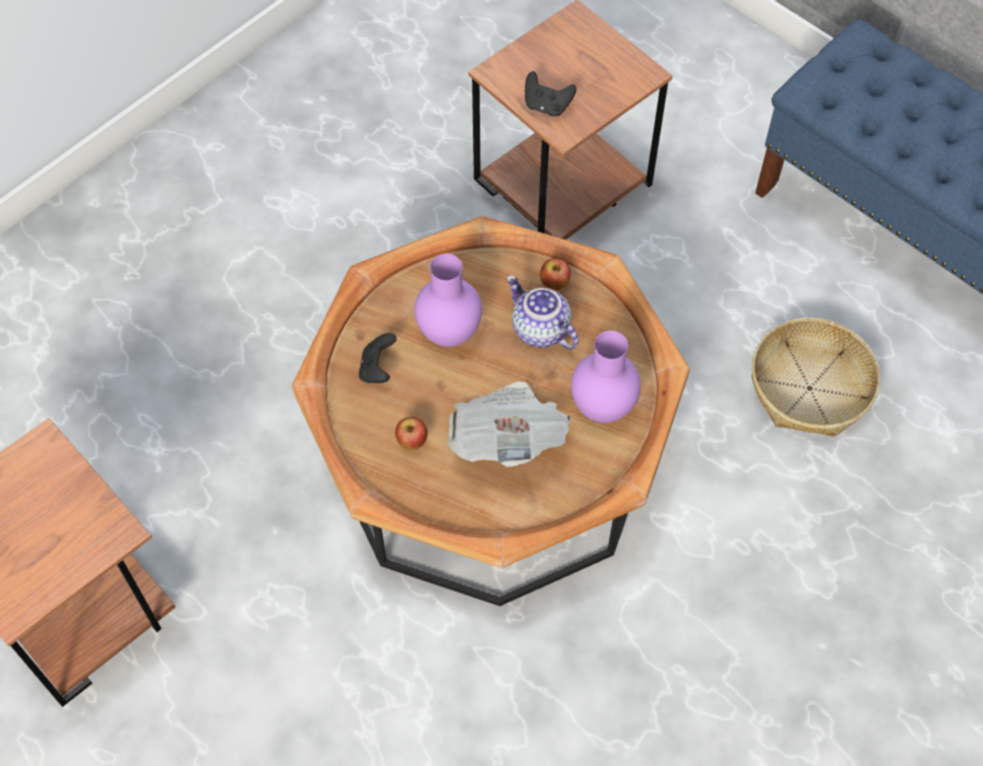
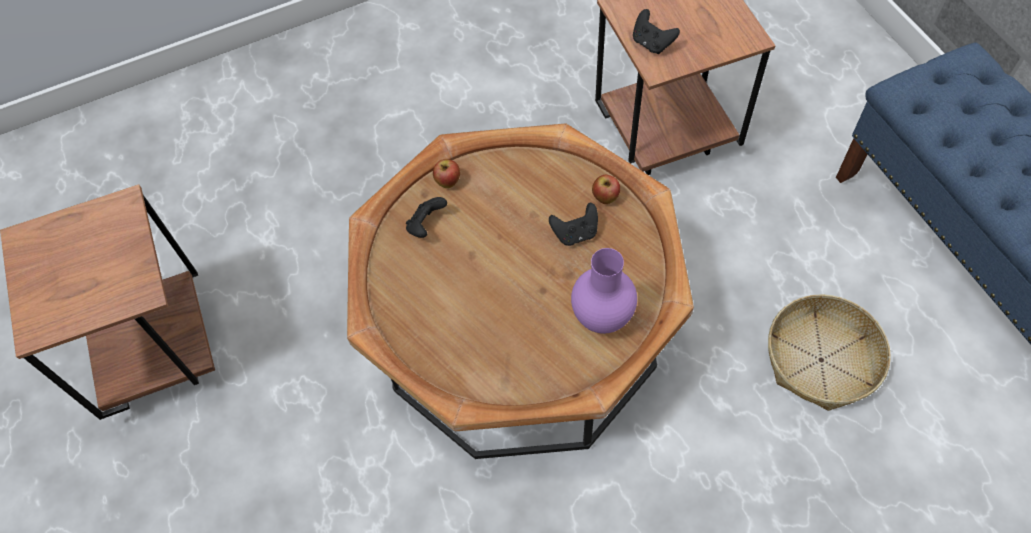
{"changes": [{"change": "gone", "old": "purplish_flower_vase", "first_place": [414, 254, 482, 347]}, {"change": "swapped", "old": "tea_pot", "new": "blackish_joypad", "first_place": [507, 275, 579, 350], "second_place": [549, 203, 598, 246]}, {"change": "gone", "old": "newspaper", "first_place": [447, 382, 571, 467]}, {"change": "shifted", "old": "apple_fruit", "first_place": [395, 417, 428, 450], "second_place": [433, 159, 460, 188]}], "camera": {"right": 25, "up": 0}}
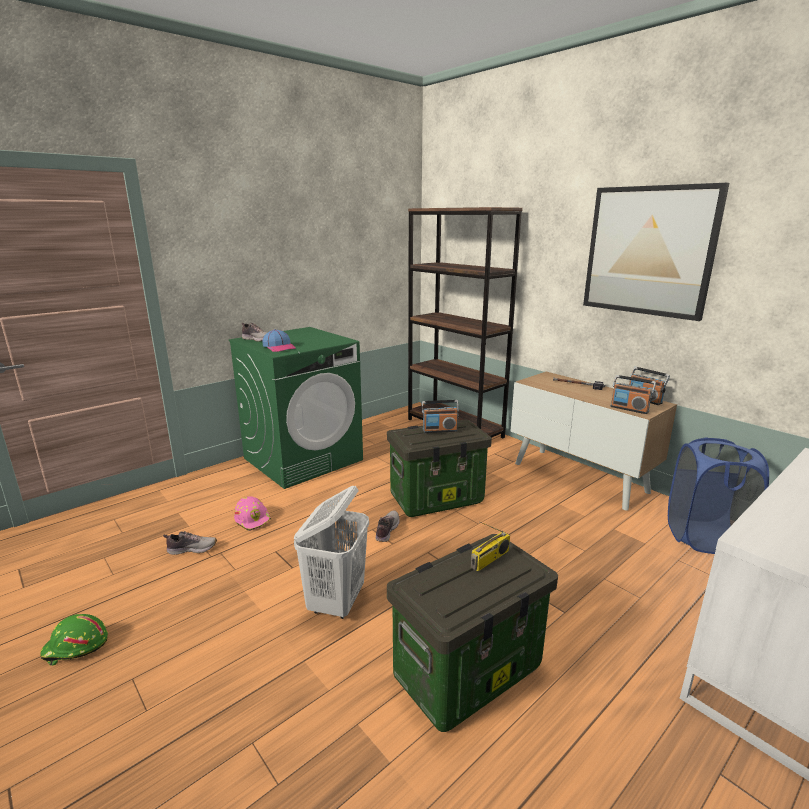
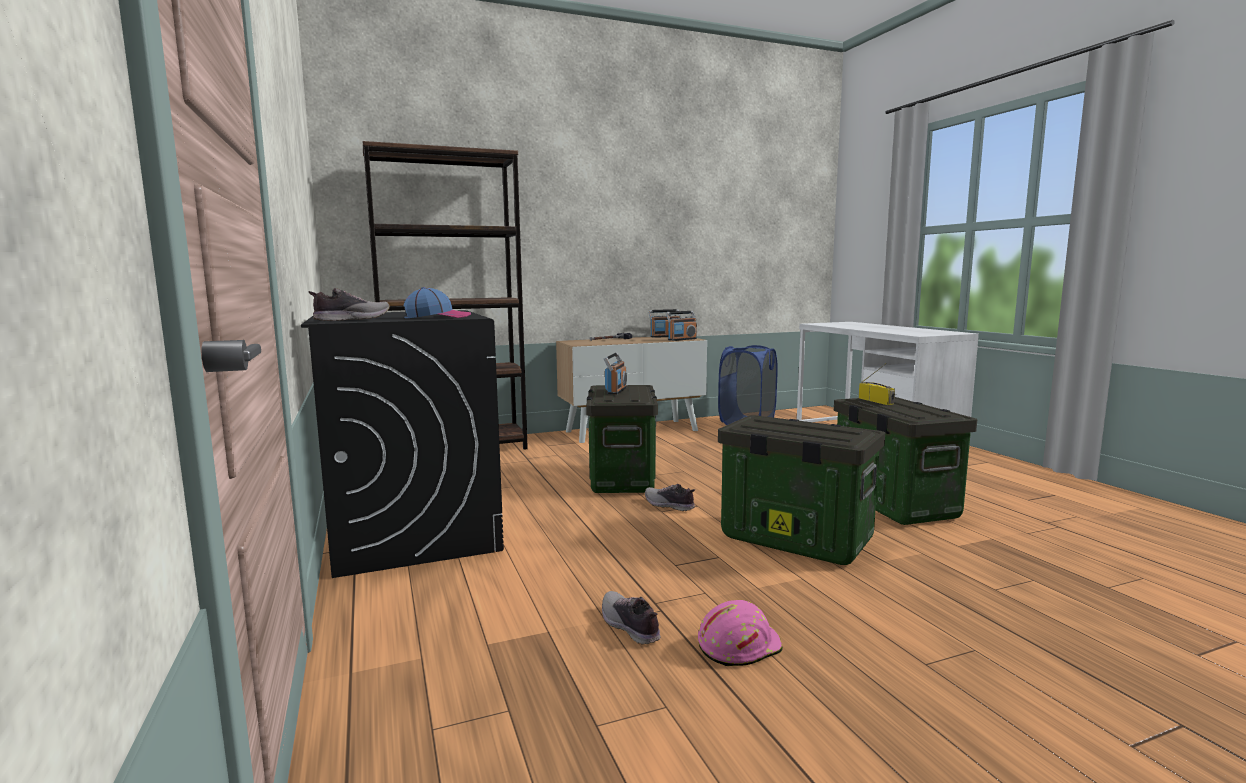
{"changes": [{"change": "gone", "old": "wall_picture", "first_place": [583, 183, 729, 321]}, {"change": "repainted", "old": "green-coloured_laundry_machine", "new": "blackish_laundry_machine", "first_place": [229, 327, 363, 489], "second_place": [301, 310, 504, 578]}, {"change": "swapped", "old": "white-coloured_laundry_basket", "new": "storage_bin", "first_place": [294, 486, 369, 619], "second_place": [718, 415, 885, 565]}, {"change": "shifted", "old": "pink-coloured_safety_helmet", "first_place": [234, 496, 271, 531], "second_place": [698, 600, 783, 666]}, {"change": "rotated", "old": "low_shoe", "first_place": [163, 531, 217, 555], "second_place": [602, 591, 660, 645], "degrees": -45}, {"change": "gone", "old": "green-coloured_safety_helmet", "first_place": [40, 614, 108, 666]}], "camera": {"right": -70, "up": -10}}
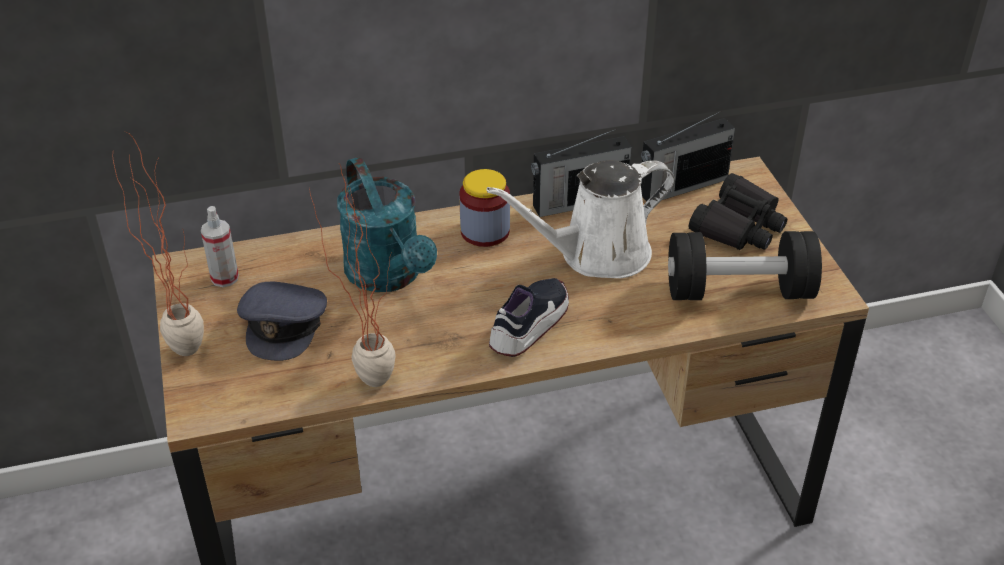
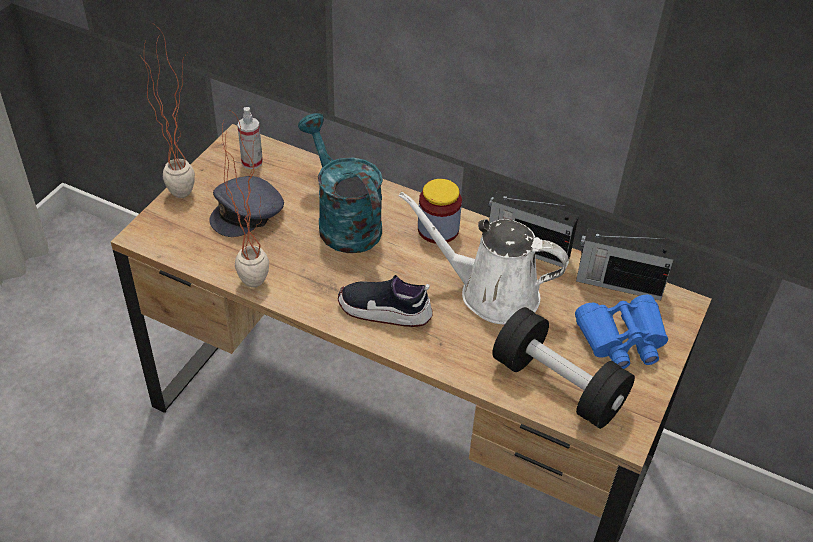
{"changes": [{"change": "rotated", "old": "turquoise_watering_can", "first_place": [337, 157, 437, 292], "second_place": [298, 113, 383, 253], "degrees": 135}, {"change": "repainted", "old": "blackish_pair_of_binoculars", "new": "blue_pair_of_binoculars", "first_place": [689, 173, 787, 250], "second_place": [575, 295, 668, 369]}, {"change": "rotated", "old": "low_shoe", "first_place": [489, 278, 569, 357], "second_place": [338, 275, 433, 327], "degrees": -150}], "camera": {"right": 40, "up": 5}}
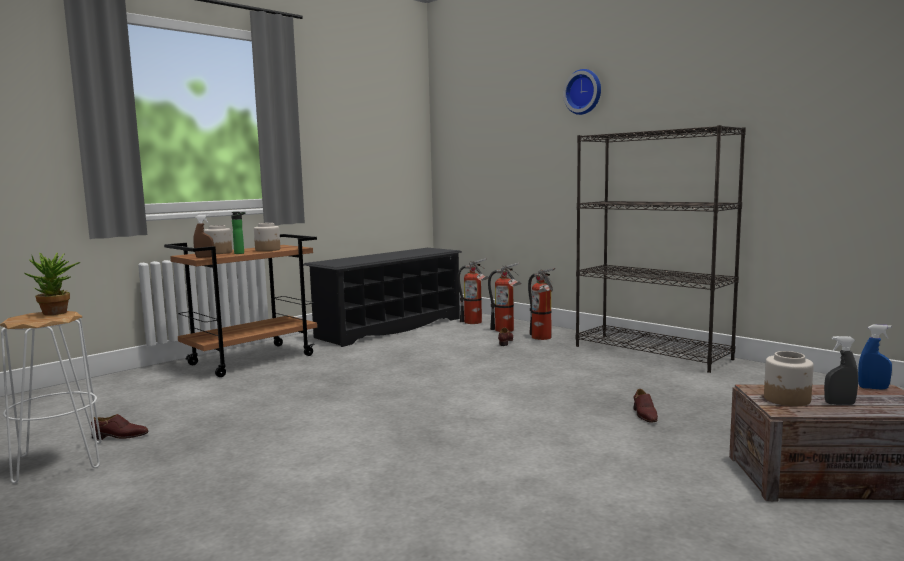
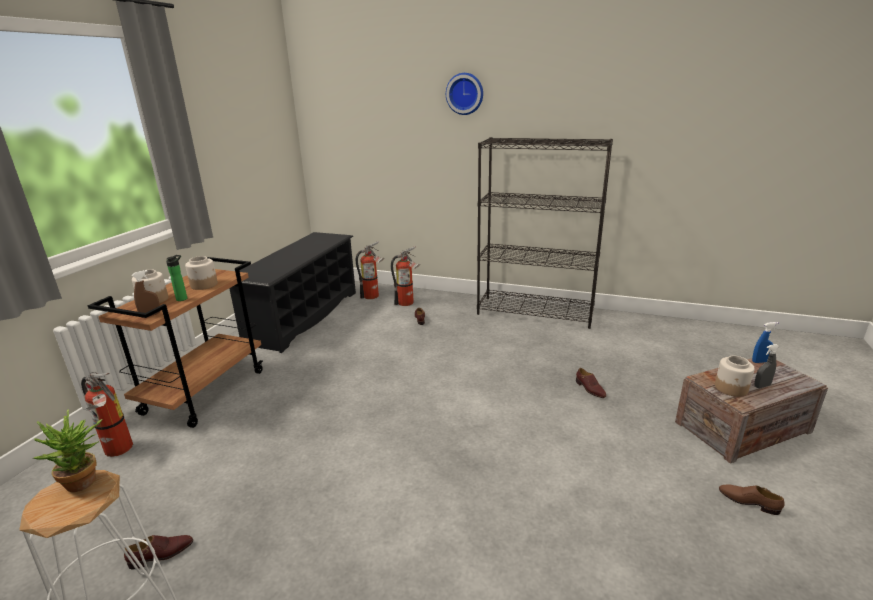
{"changes": [{"change": "shifted", "old": "fire_extinguisher", "first_place": [528, 268, 556, 340], "second_place": [81, 372, 133, 457]}, {"change": "new", "new": "brownish_low_shoe", "second_place": [719, 484, 784, 515]}], "camera": {"right": -25, "up": 15}}
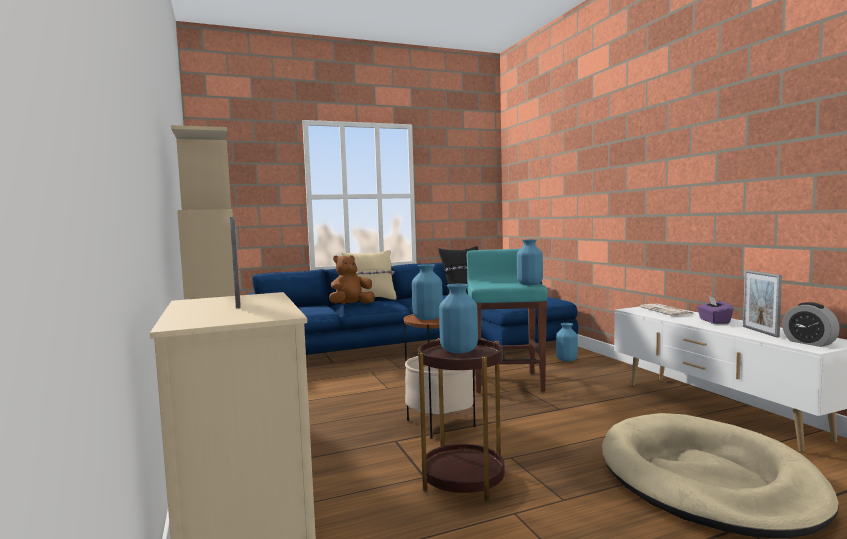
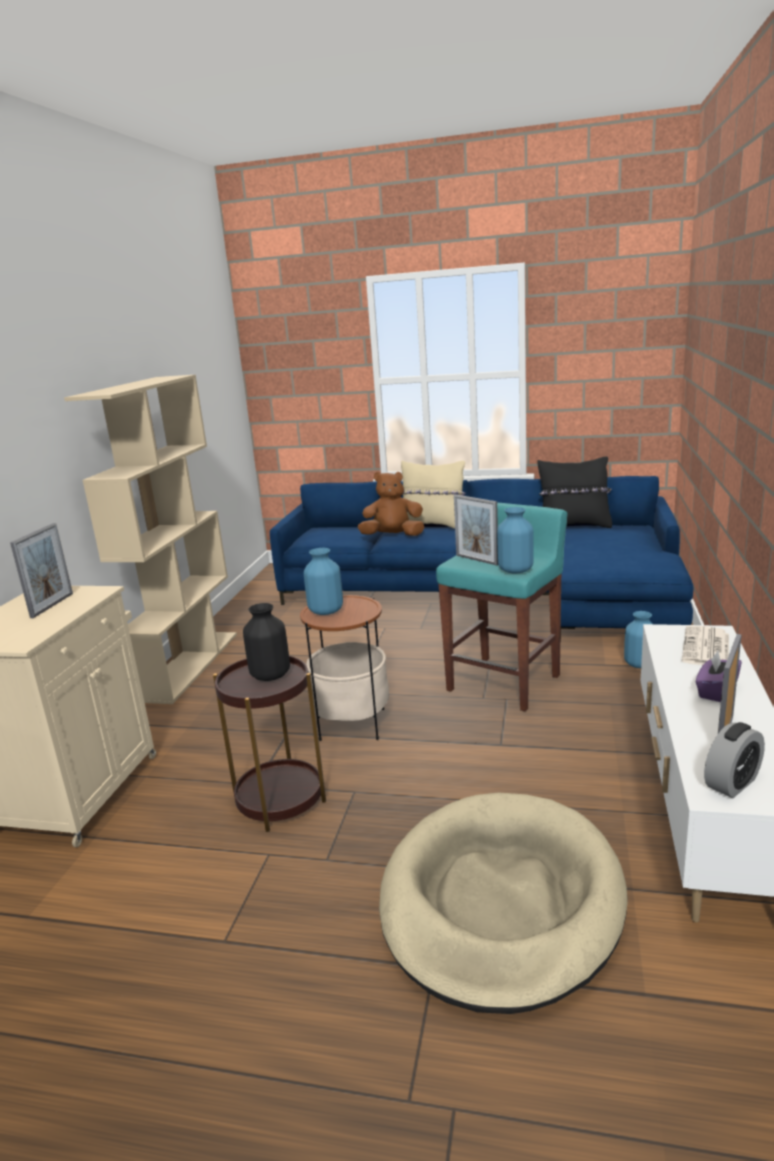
{"changes": [{"change": "repainted", "old": "blue_flower_vase", "new": "blackish_flower_vase", "first_place": [439, 284, 478, 353], "second_place": [243, 603, 290, 681]}, {"change": "rotated", "old": "table_clock", "first_place": [782, 302, 840, 347], "second_place": [704, 722, 765, 798], "degrees": -135}, {"change": "new", "new": "standing_frame", "second_place": [454, 495, 498, 565]}], "camera": {"right": 35, "up": 15}}
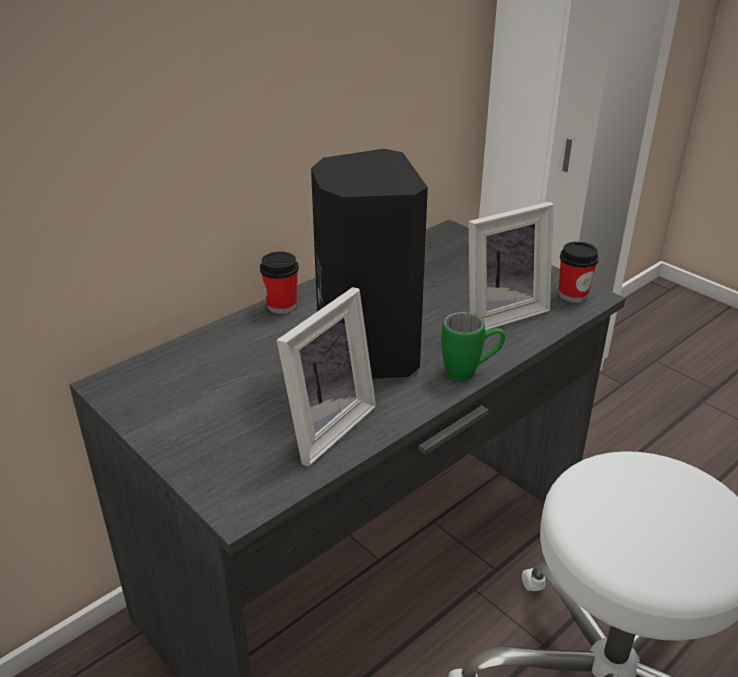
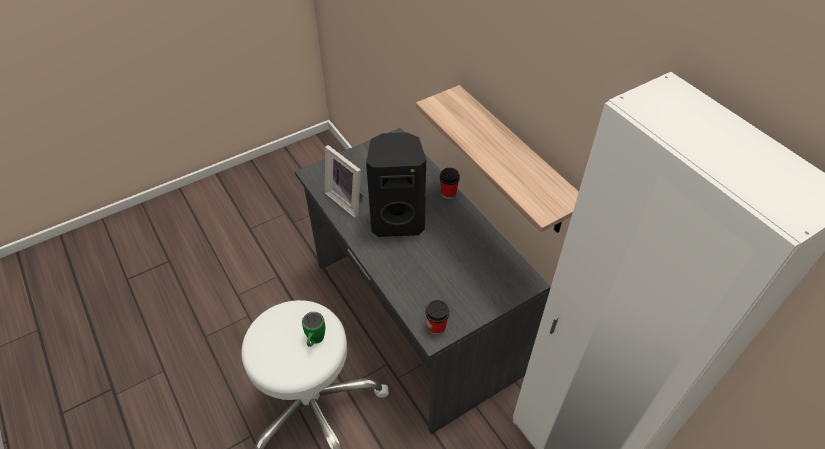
{"changes": [{"change": "gone", "old": "standing_frame", "first_place": [469, 202, 554, 330]}, {"change": "shifted", "old": "green-coloured_tea_mug", "first_place": [441, 312, 505, 381], "second_place": [302, 312, 325, 347]}, {"change": "new", "new": "wall_shelf", "second_place": [416, 85, 579, 233]}], "camera": {"right": 100, "up": 15}}
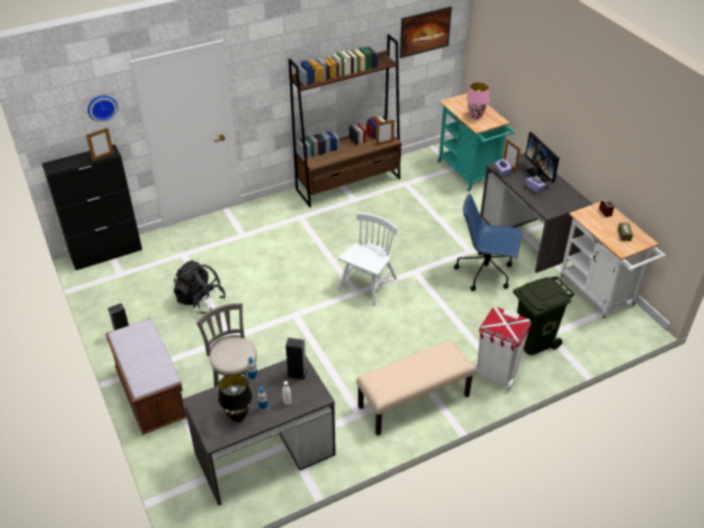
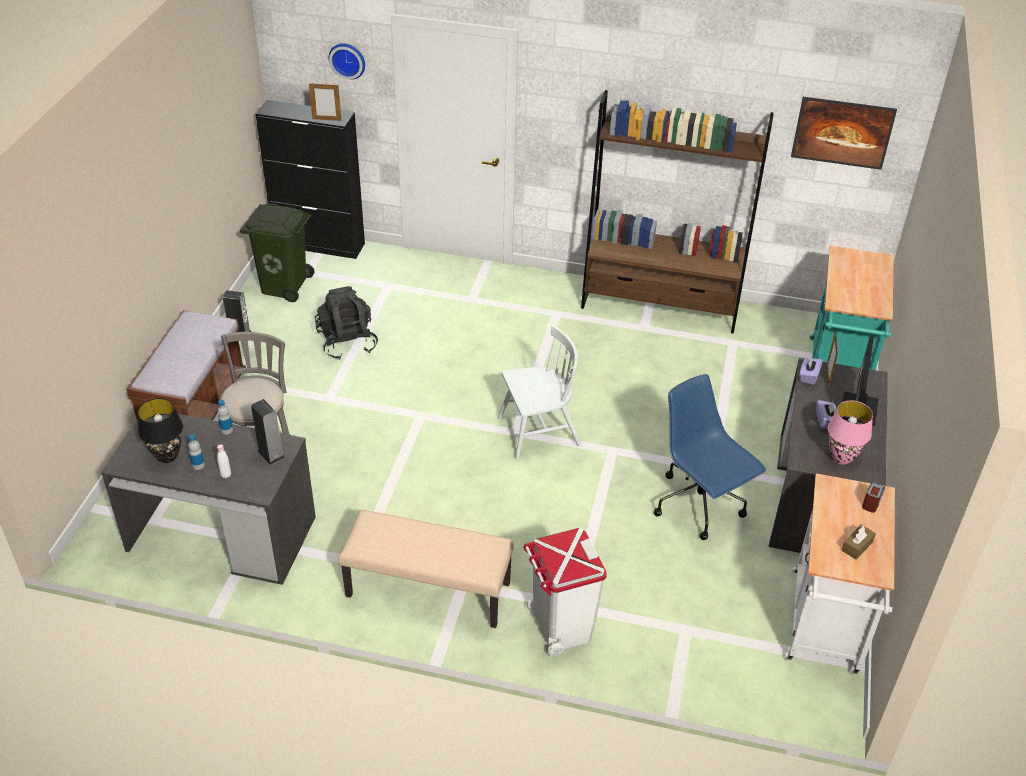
{"changes": [{"change": "shifted", "old": "pink-coloured_lamp_for_a_table", "first_place": [466, 82, 490, 119], "second_place": [828, 400, 873, 465]}, {"change": "gone", "old": "standing_frame", "first_place": [376, 119, 395, 145]}, {"change": "shifted", "old": "green-coloured_trash_can", "first_place": [513, 276, 575, 355], "second_place": [240, 203, 315, 302]}], "camera": {"right": 40, "up": 0}}
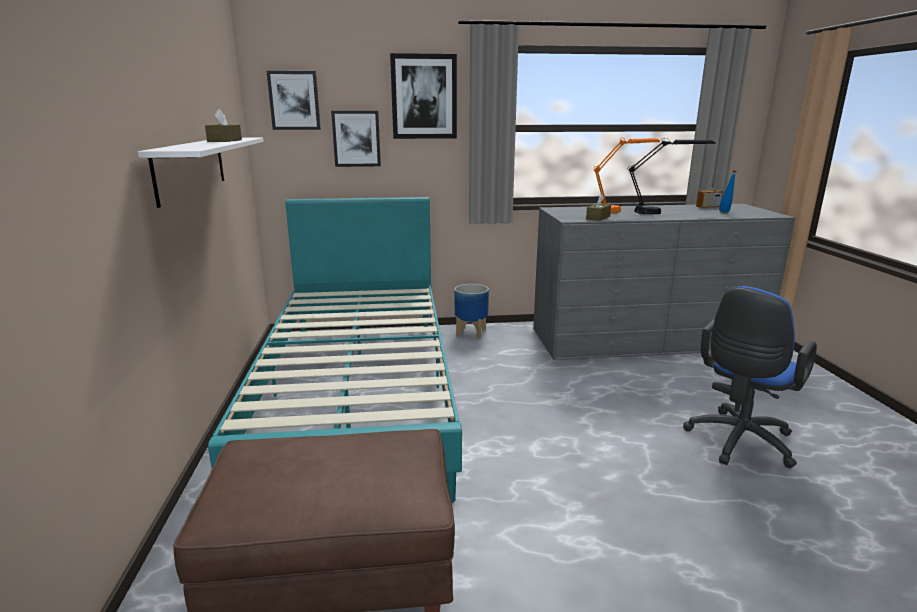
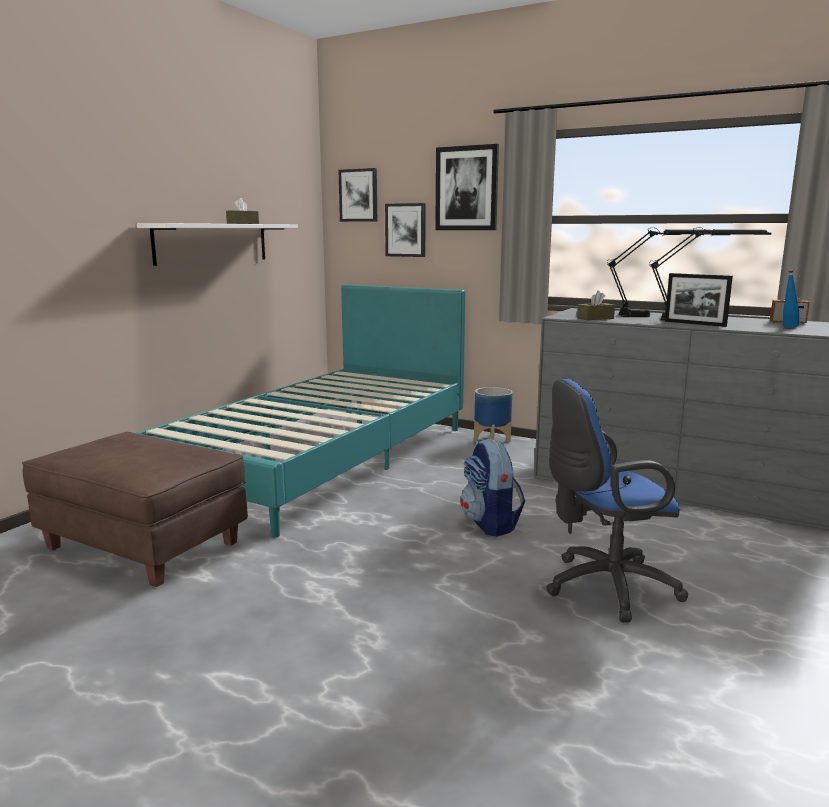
{"changes": [{"change": "repainted", "old": "orange_lamp_for_a_table", "new": "blackish_lamp_for_a_table", "first_place": [594, 138, 660, 213], "second_place": [607, 228, 712, 317]}, {"change": "new", "new": "standing_frame", "second_place": [665, 273, 733, 327]}, {"change": "new", "new": "rucksack", "second_place": [460, 439, 525, 537]}], "camera": {"right": 35, "up": -5}}
